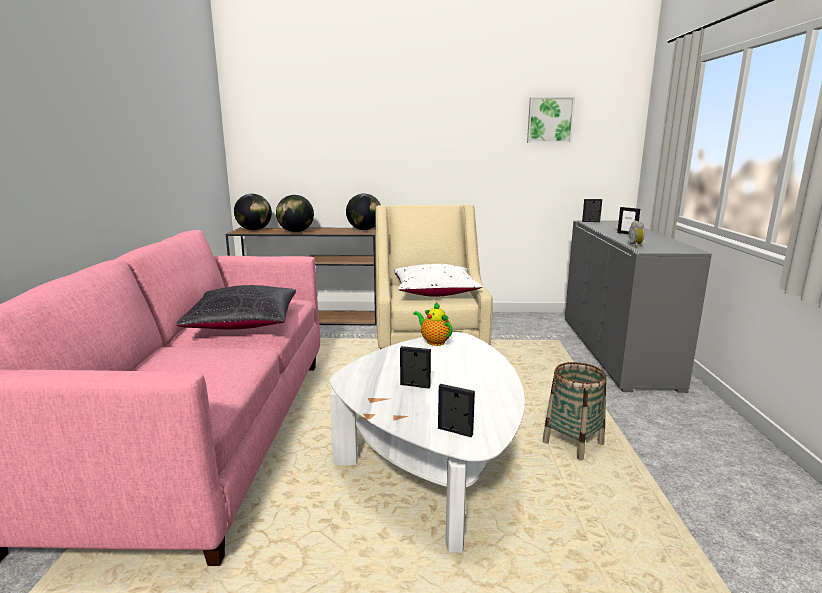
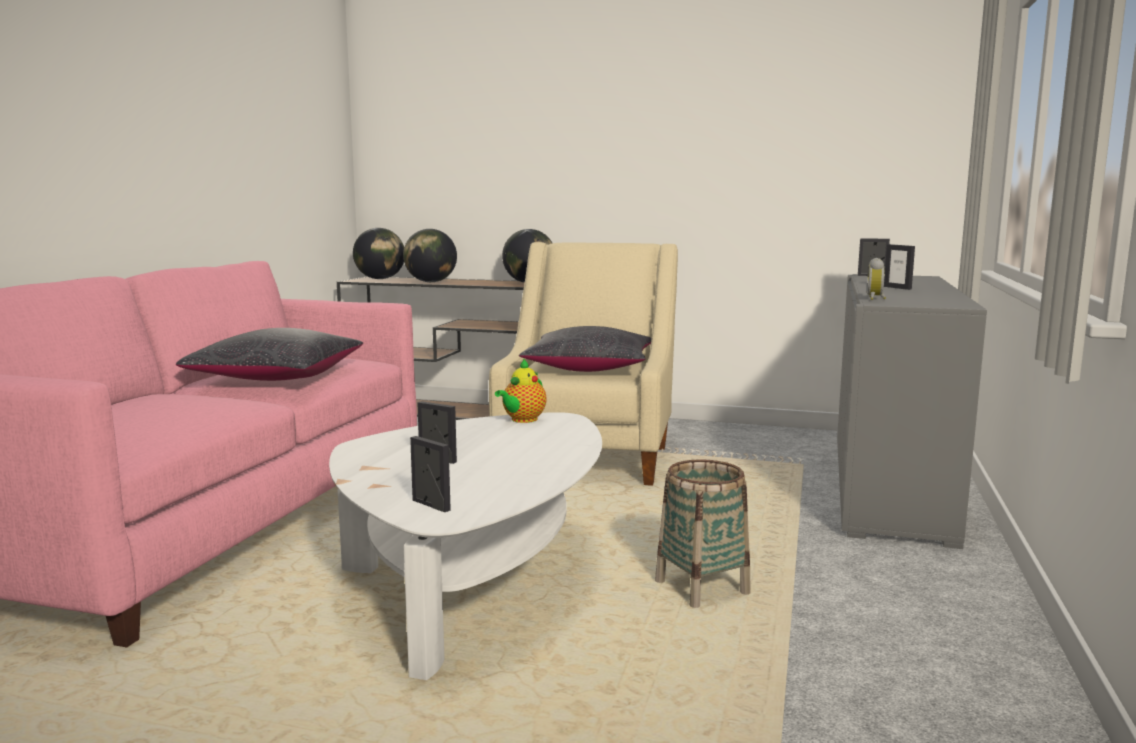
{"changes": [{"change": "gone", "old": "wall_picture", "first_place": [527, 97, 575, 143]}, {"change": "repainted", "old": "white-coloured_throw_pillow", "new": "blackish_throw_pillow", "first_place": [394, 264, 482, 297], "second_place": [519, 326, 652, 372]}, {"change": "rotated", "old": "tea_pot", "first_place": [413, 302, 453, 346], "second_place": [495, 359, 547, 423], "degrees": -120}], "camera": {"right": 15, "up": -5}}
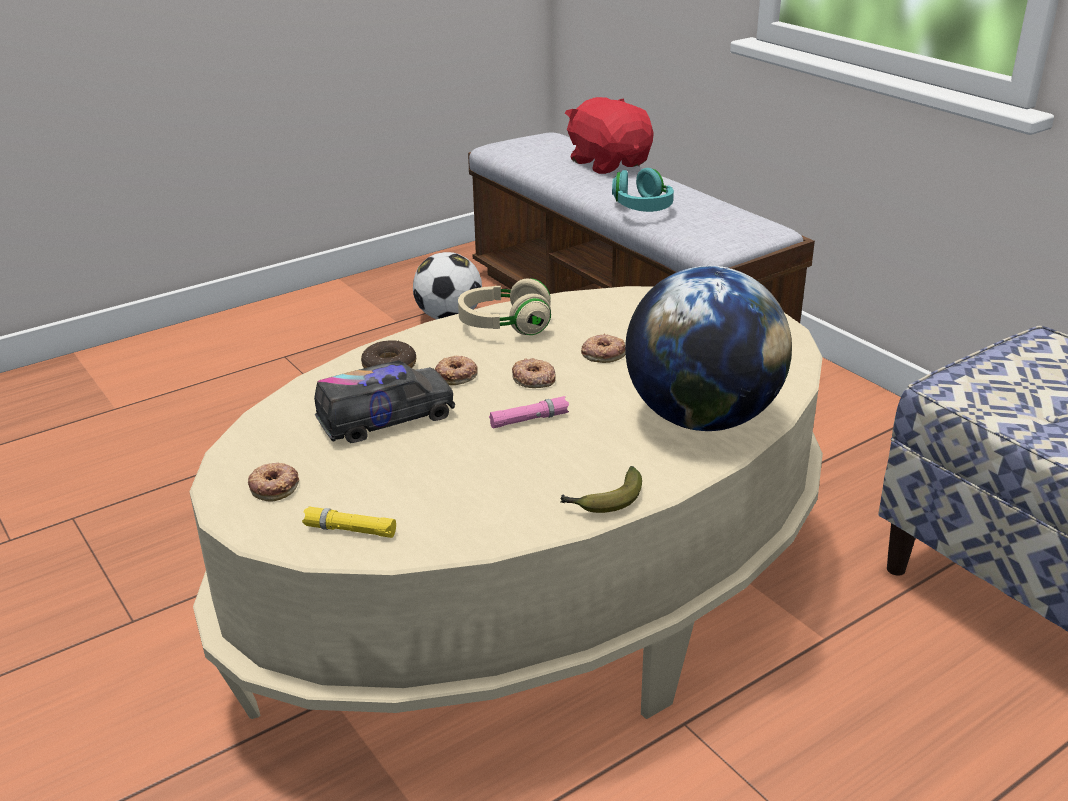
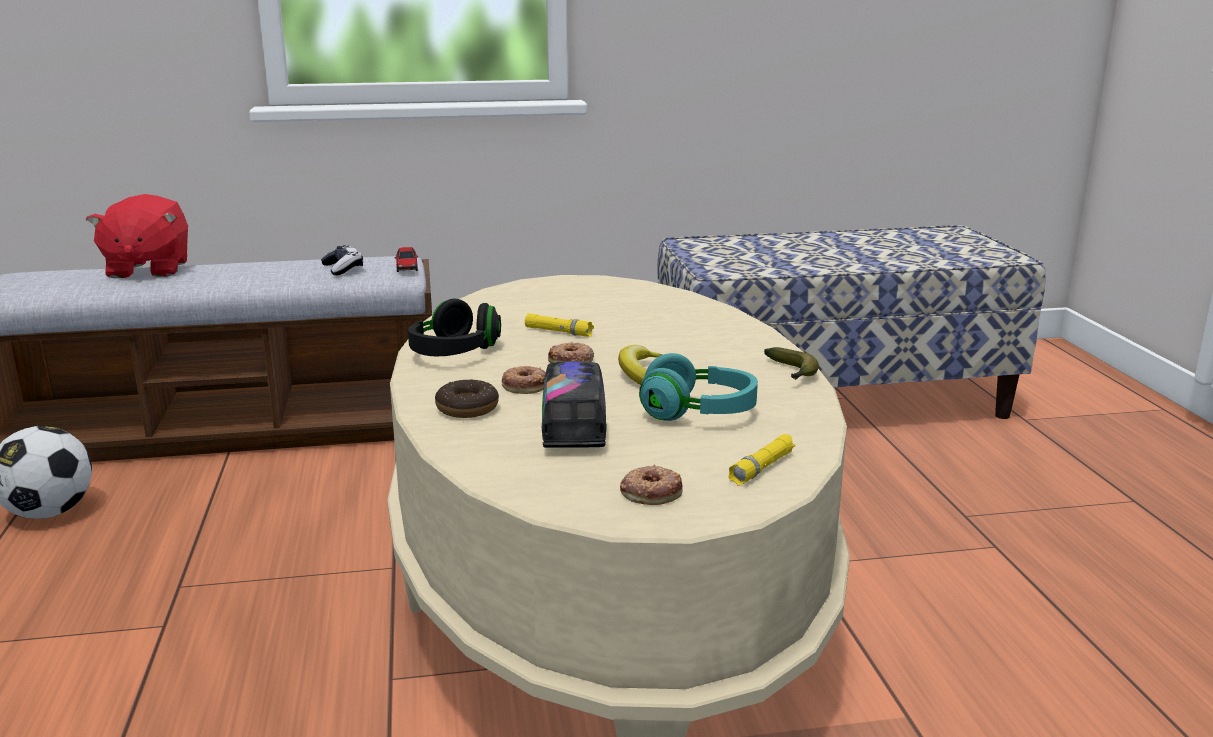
{"changes": [{"change": "rotated", "old": "red-coloured_cuddly_toy", "first_place": [565, 97, 654, 174], "second_place": [86, 194, 188, 278], "degrees": -90}, {"change": "shifted", "old": "turquoise_headphones", "first_place": [612, 168, 674, 212], "second_place": [639, 353, 758, 421]}, {"change": "gone", "old": "world_globe", "first_place": [625, 266, 792, 431]}, {"change": "repainted", "old": "beige-coloured_headphones", "new": "blackish_headphones", "first_place": [458, 279, 551, 335], "second_place": [408, 299, 501, 356]}, {"change": "swapped", "old": "donut", "new": "yellow-coloured_hand_torch", "first_place": [581, 334, 626, 363], "second_place": [525, 313, 594, 337]}, {"change": "swapped", "old": "pink-coloured_hand_torch", "new": "banana_fruit", "first_place": [489, 396, 569, 428], "second_place": [618, 345, 663, 385]}, {"change": "new", "new": "joypad", "second_place": [321, 245, 363, 275]}, {"change": "new", "new": "model_car", "second_place": [395, 247, 418, 272]}], "camera": {"right": -65, "up": -10}}
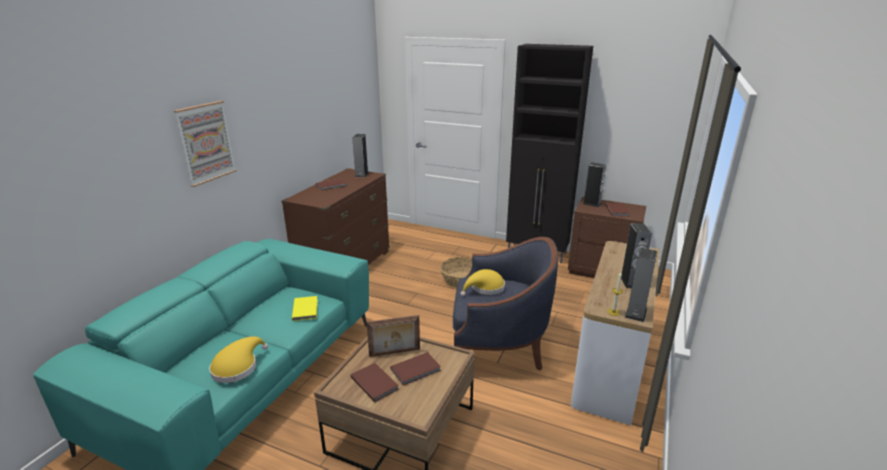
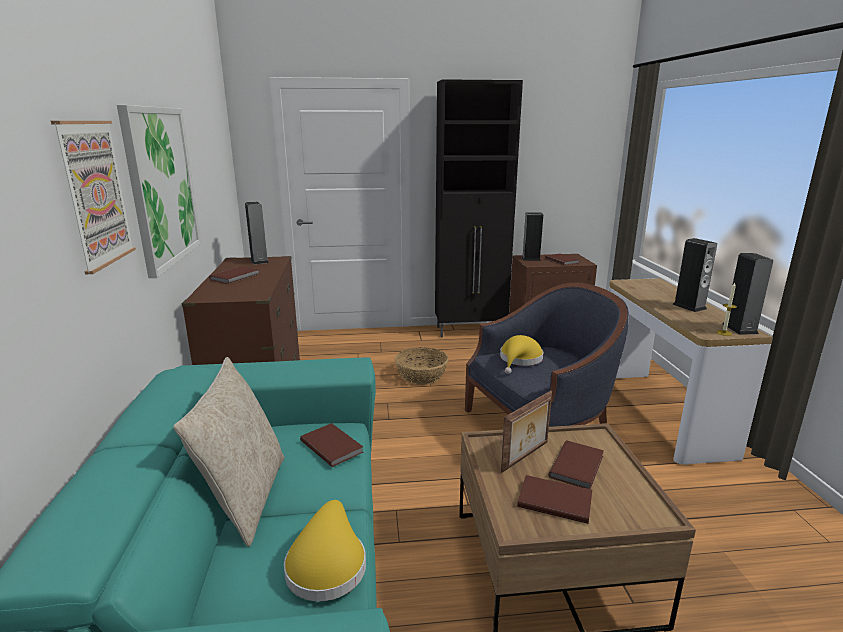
{"changes": [{"change": "repainted", "old": "yellow-coloured_book", "new": "brownish_book", "first_place": [292, 296, 318, 321], "second_place": [300, 423, 364, 467]}, {"change": "new", "new": "wall_picture", "second_place": [117, 105, 201, 278]}, {"change": "new", "new": "beige-coloured_throw_pillow", "second_place": [173, 357, 284, 547]}], "camera": {"right": -30, "up": -5}}
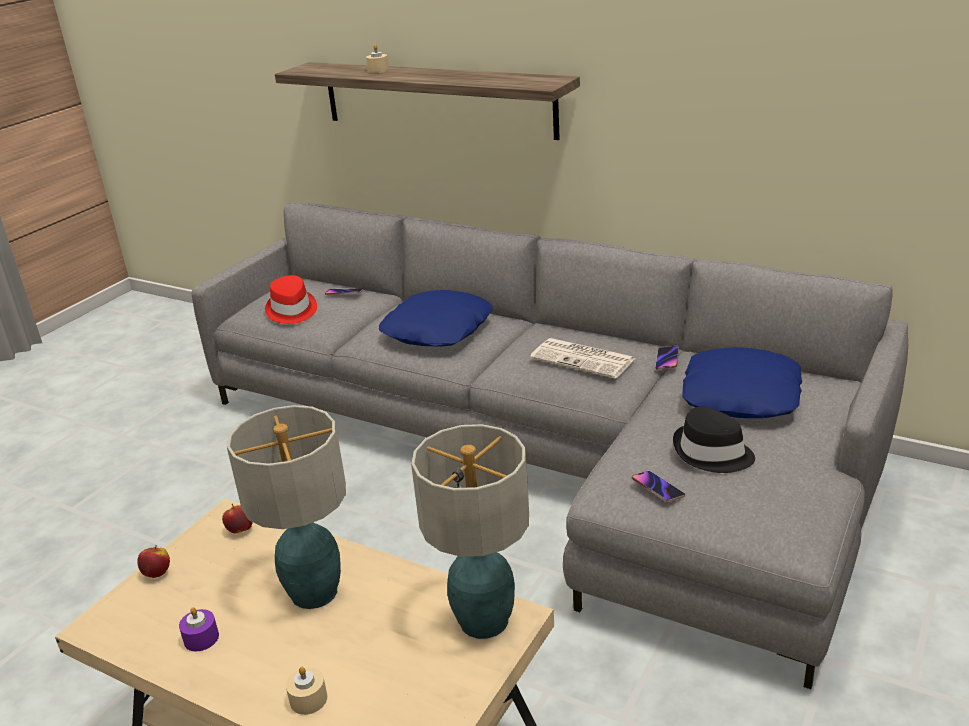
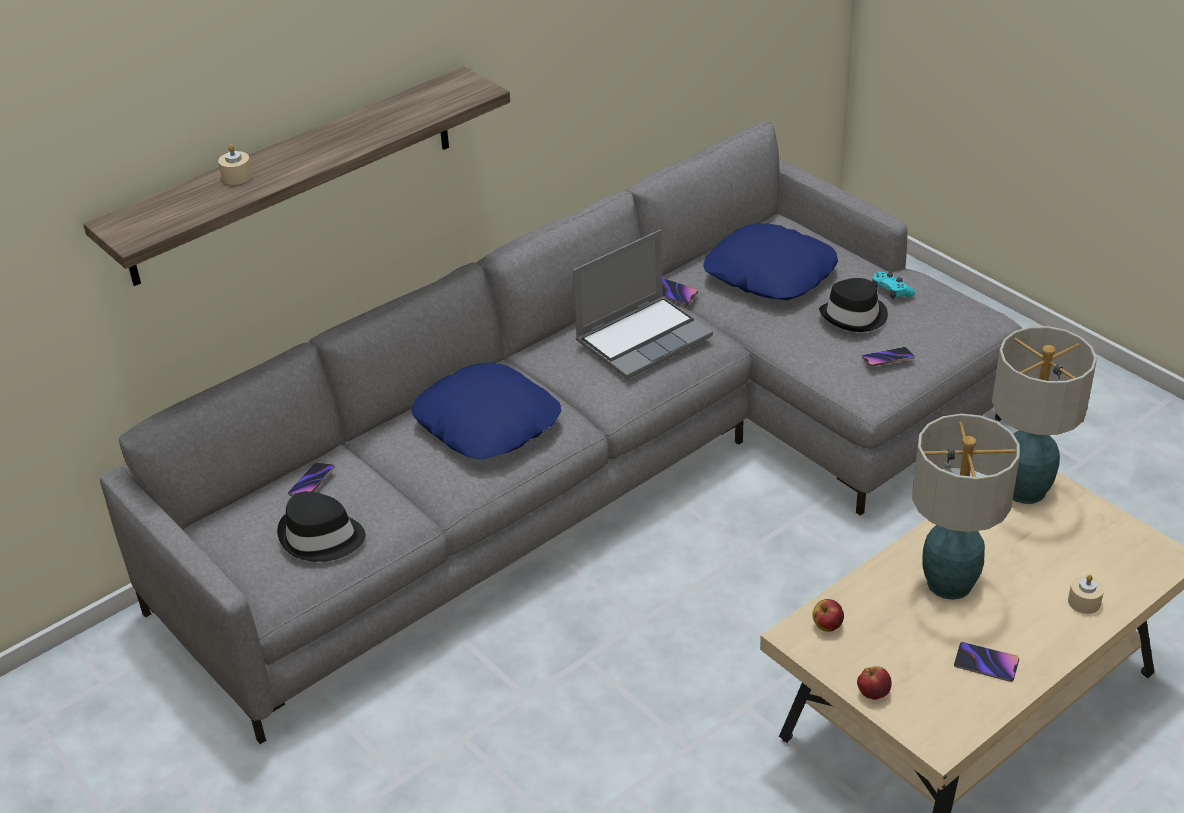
{"changes": [{"change": "repainted", "old": "red-coloured_clothing_hat", "new": "blackish_clothing_hat", "first_place": [265, 275, 317, 324], "second_place": [277, 491, 366, 562]}, {"change": "swapped", "old": "newspaper", "new": "portable_computer", "first_place": [530, 338, 636, 379], "second_place": [573, 230, 713, 379]}, {"change": "swapped", "old": "purplish_wax_candle", "new": "phone", "first_place": [179, 607, 219, 651], "second_place": [954, 642, 1019, 682]}, {"change": "new", "new": "turquoise_joypad", "second_place": [872, 272, 915, 299]}], "camera": {"right": -70, "up": 10}}
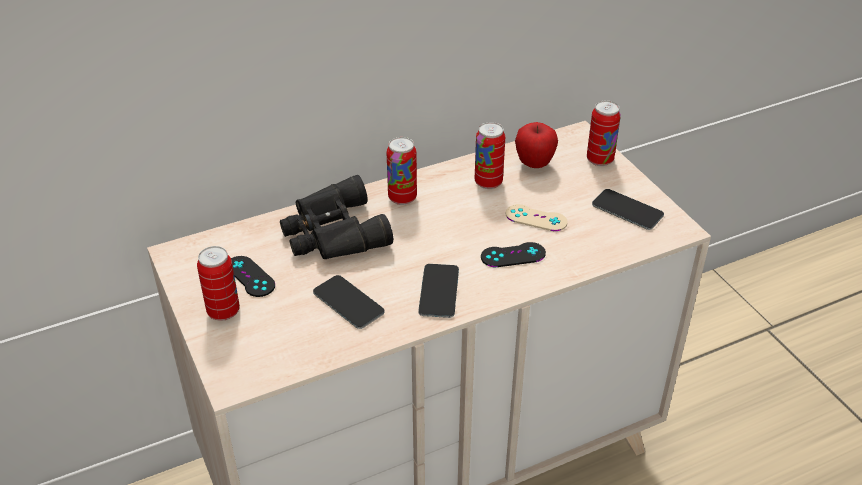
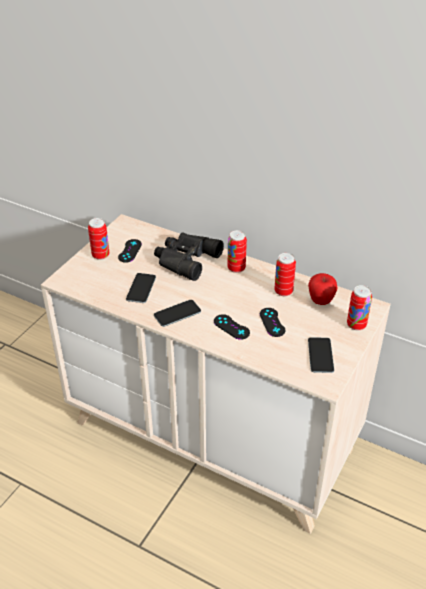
{"changes": [{"change": "repainted", "old": "beige-coloured_joypad", "new": "blackish_joypad", "first_place": [506, 204, 568, 231], "second_place": [260, 308, 285, 337]}], "camera": {"right": 55, "up": 0}}
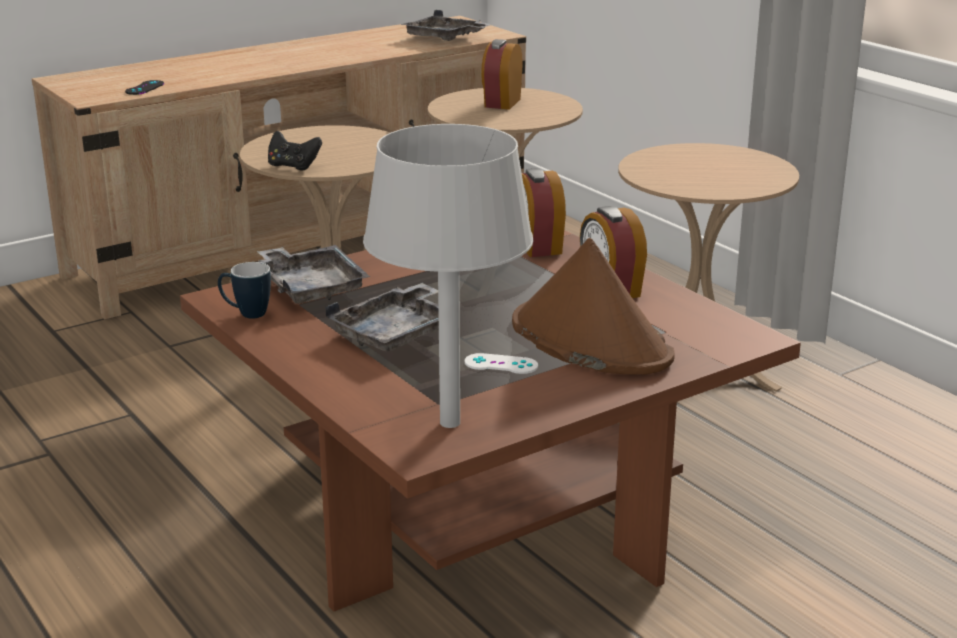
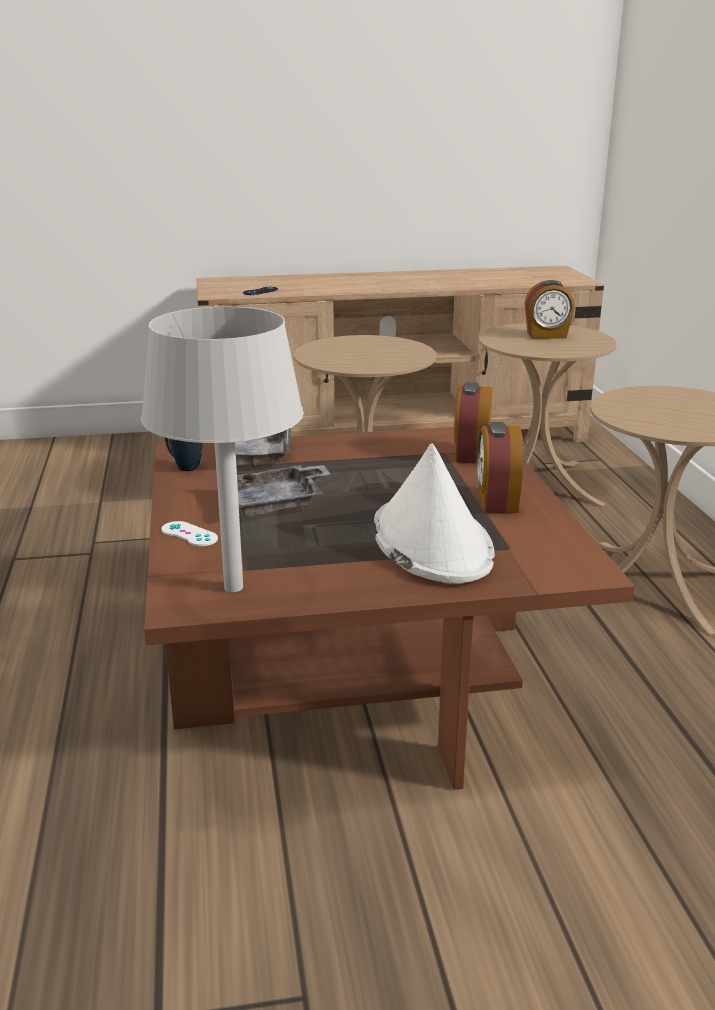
{"changes": [{"change": "gone", "old": "grey_tray", "first_place": [400, 10, 492, 41]}, {"change": "rotated", "old": "table_clock", "first_place": [481, 39, 523, 110], "second_place": [524, 280, 575, 339], "degrees": -135}, {"change": "gone", "old": "blackish_joypad", "first_place": [268, 131, 322, 170]}, {"change": "repainted", "old": "brownish_clothing_hat", "new": "white-coloured_clothing_hat", "first_place": [512, 238, 674, 375], "second_place": [374, 443, 494, 584]}, {"change": "shifted", "old": "white-coloured_joypad", "first_place": [464, 353, 538, 374], "second_place": [161, 521, 218, 546]}], "camera": {"right": 25, "up": 0}}
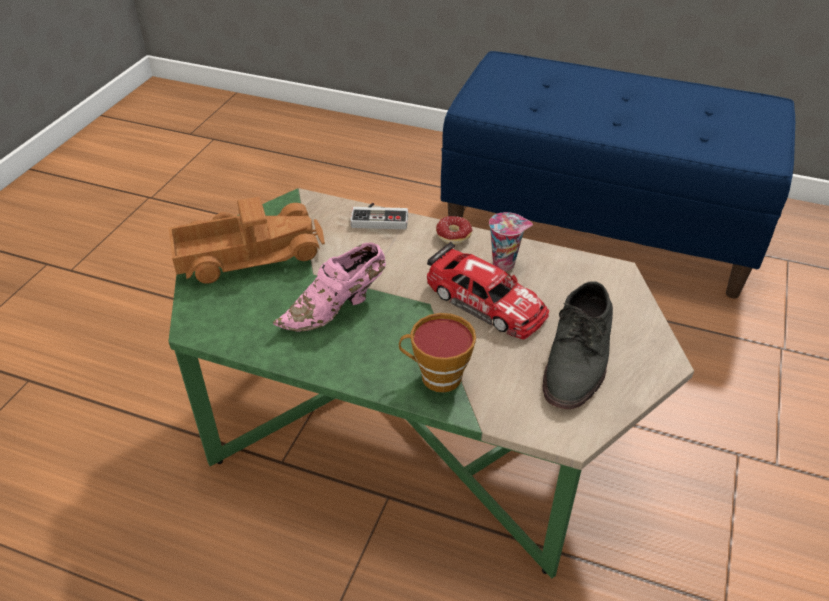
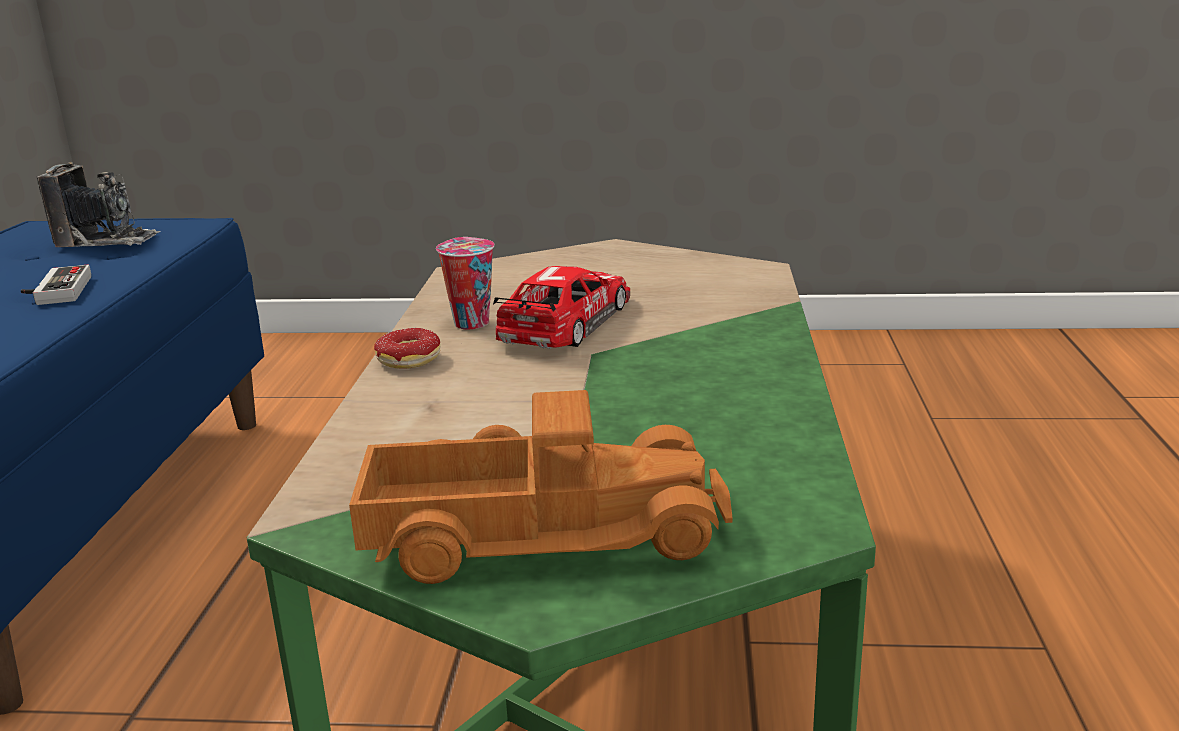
{"changes": [{"change": "rotated", "old": "toy_truck", "first_place": [168, 197, 325, 284], "second_place": [349, 390, 733, 584], "degrees": 120}, {"change": "shifted", "old": "joypad", "first_place": [350, 203, 408, 229], "second_place": [21, 265, 91, 305]}, {"change": "gone", "old": "pink-coloured_low_shoe", "first_place": [273, 242, 386, 332]}, {"change": "gone", "old": "grey_low_shoe", "first_place": [543, 281, 613, 409]}, {"change": "gone", "old": "small_cup", "first_place": [399, 313, 476, 392]}, {"change": "new", "new": "still_camera", "second_place": [36, 162, 160, 247]}], "camera": {"right": -105, "up": -20}}
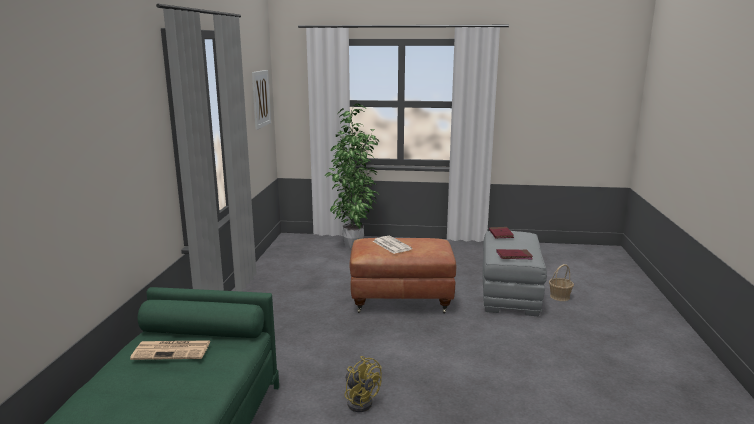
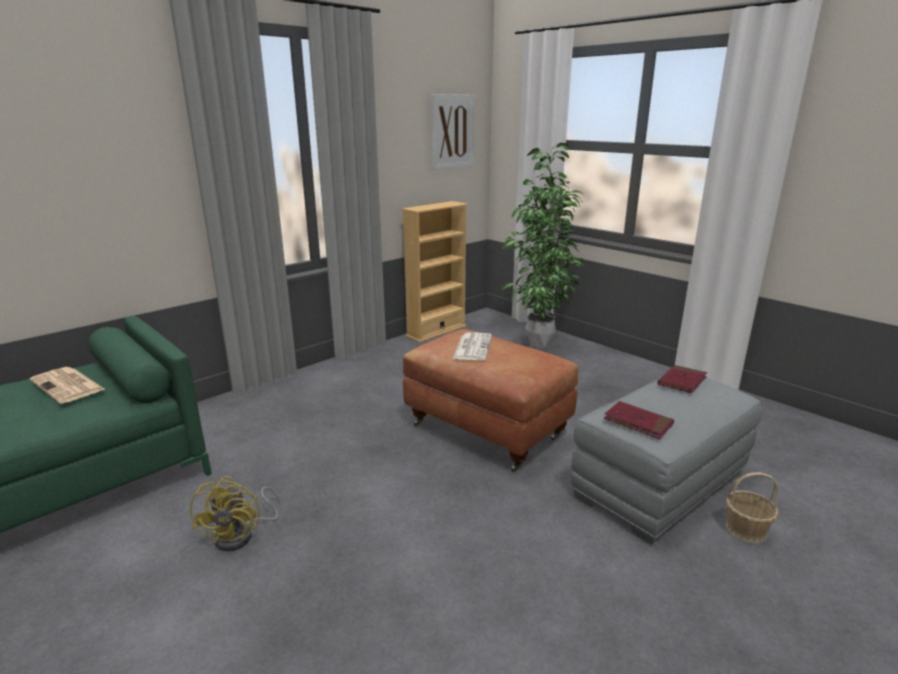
{"changes": [{"change": "new", "new": "beige-coloured_shelving_unit", "second_place": [402, 201, 468, 343]}], "camera": {"right": 40, "up": 5}}
